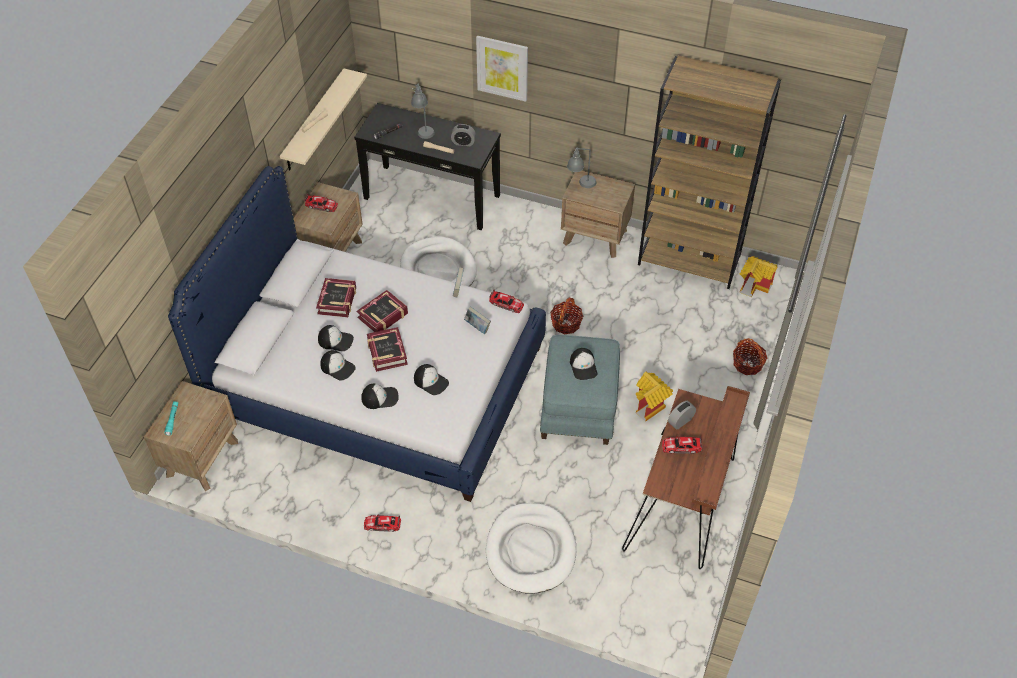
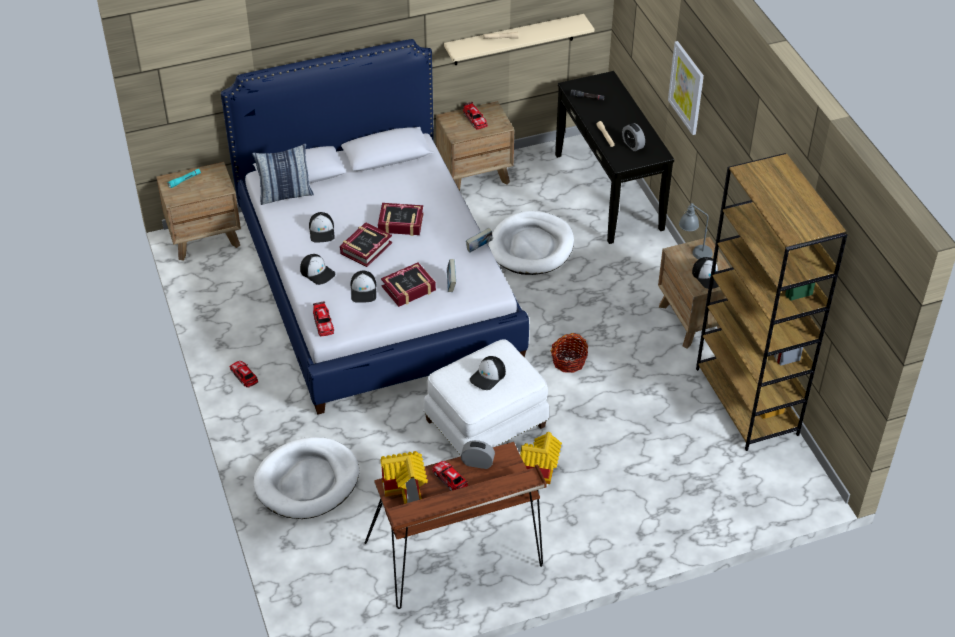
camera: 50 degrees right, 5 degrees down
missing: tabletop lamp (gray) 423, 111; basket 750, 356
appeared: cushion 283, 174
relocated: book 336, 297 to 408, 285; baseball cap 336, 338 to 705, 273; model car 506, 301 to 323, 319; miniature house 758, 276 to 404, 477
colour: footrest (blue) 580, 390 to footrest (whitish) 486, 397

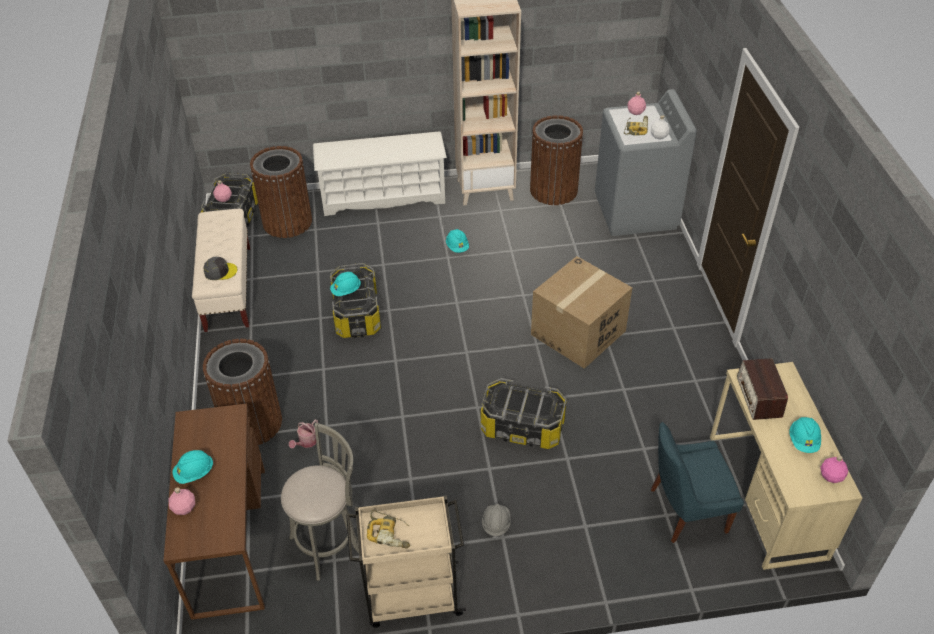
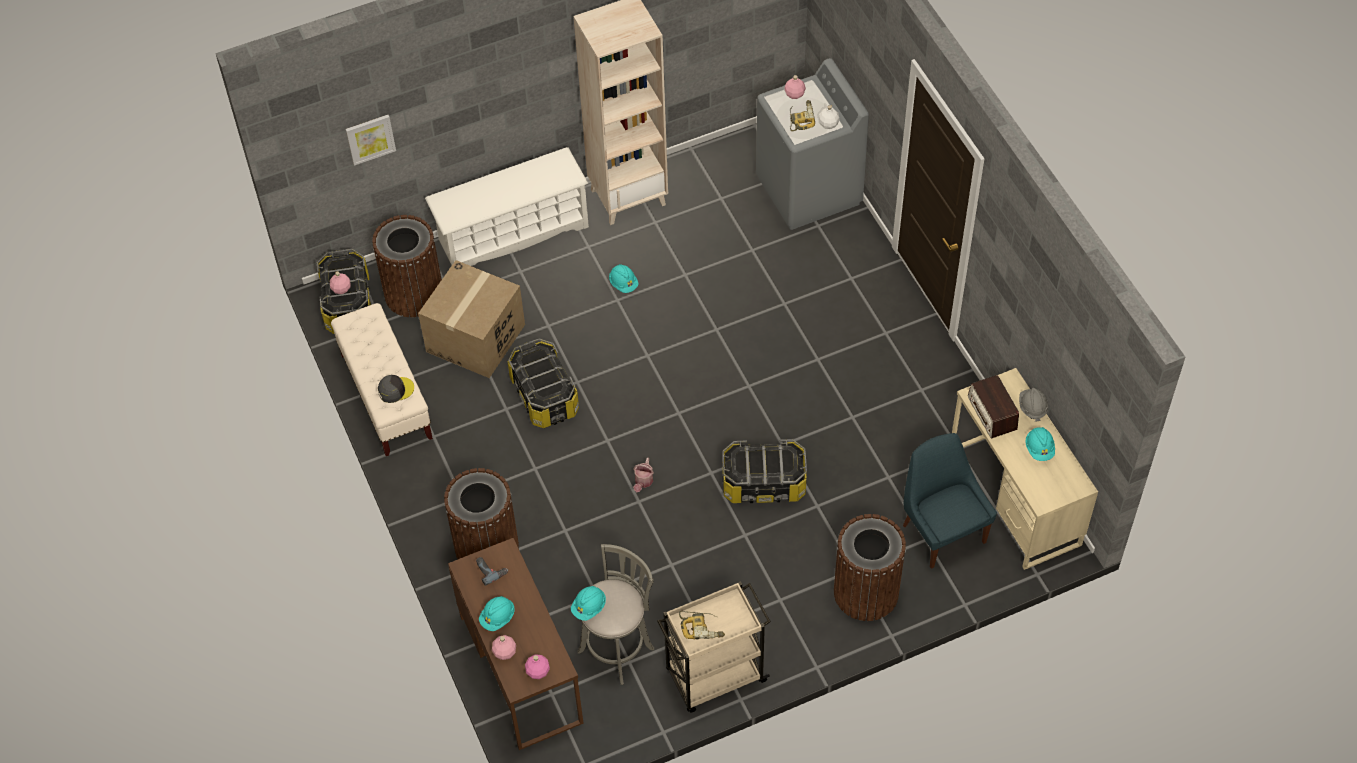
camera: 15 degrees left, 10 degrees up
appeared: picture 370, 140; power drill 492, 571
relocated: sprinkling can 303, 434 to 643, 475; safety helmet (blue-green) 345, 284 to 588, 603; safety helmet (gray) 496, 521 to 1033, 405; waste bin (brownish) 556, 160 to 870, 567; packing box 581, 312 to 471, 319; bottle (pinkish) 834, 469 to 537, 666
spun: chair (blue) 697, 482 = 950, 501 90 degrees clockwise

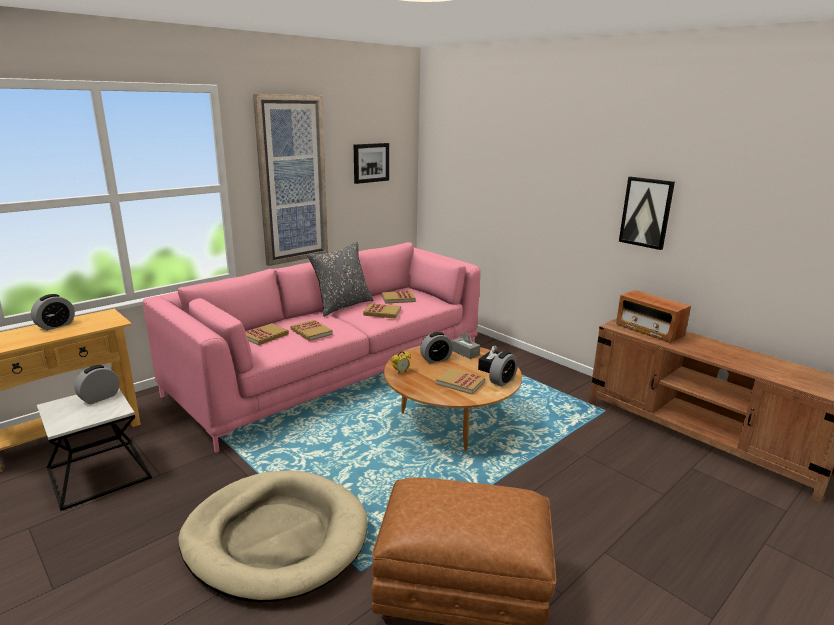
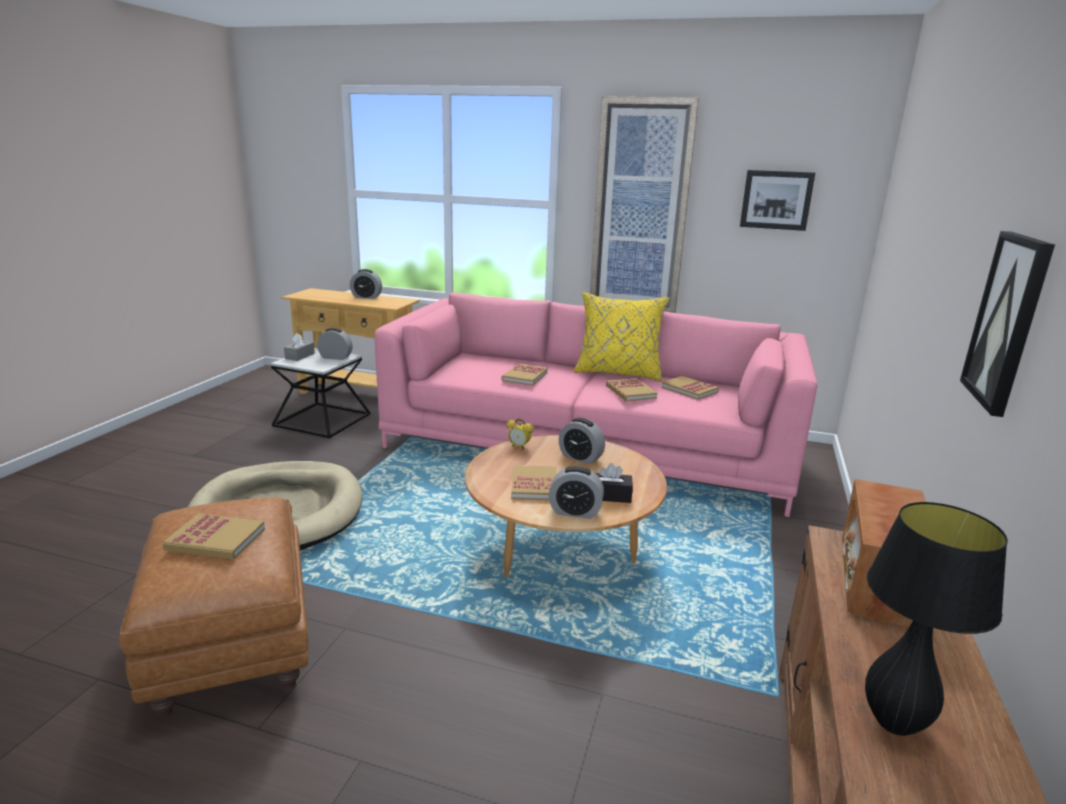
camera: 60 degrees right, 0 degrees up
appeared: tabletop lamp (black-coloured) 936, 619
relocated: book 267, 334 to 214, 536; tissue holder (gray) 466, 346 to 299, 347
colour: cushion (gray) 340, 279 to cushion (yellow-coloured) 622, 337

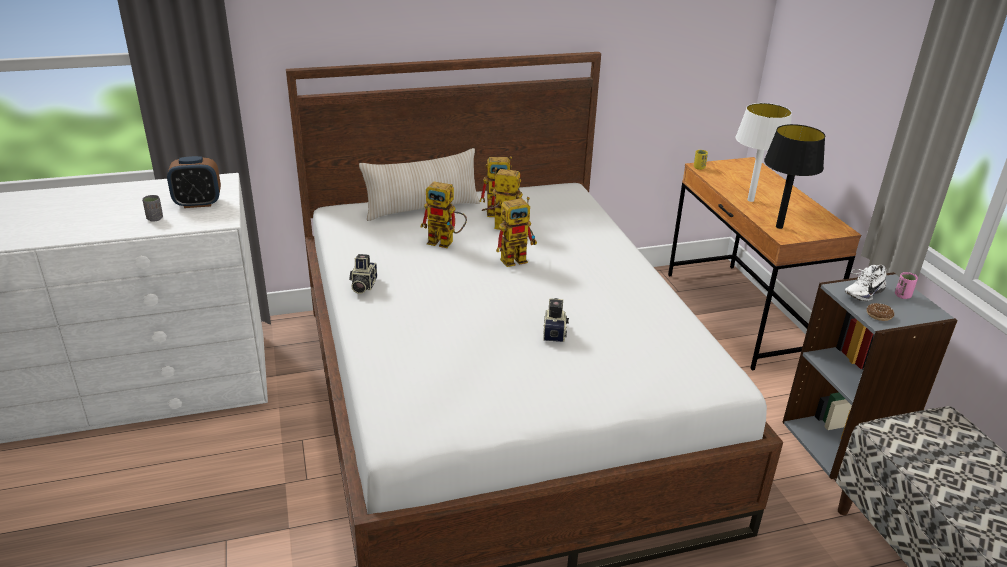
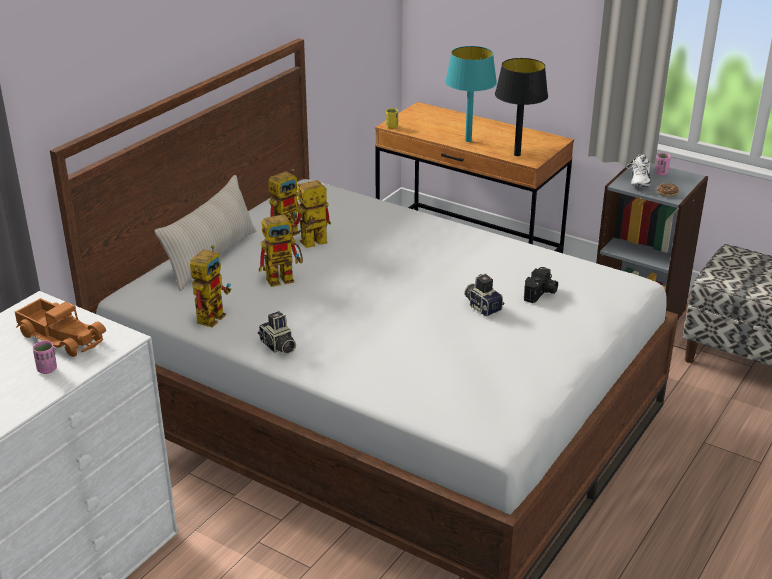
camera: 40 degrees left, 0 degrees up
appeared: still camera 541, 285
relocated: robot figure 516, 232 to 210, 286
exchanged: table clock 194, 182 to model truck 60, 327
colour: drinking cup (gray) 152, 208 to drinking cup (pinkish) 45, 357; tabletop lamp (whitish) 763, 152 to tabletop lamp (blue-green) 471, 94

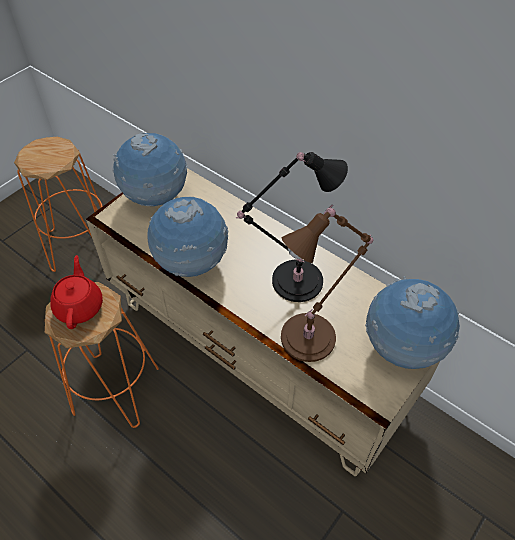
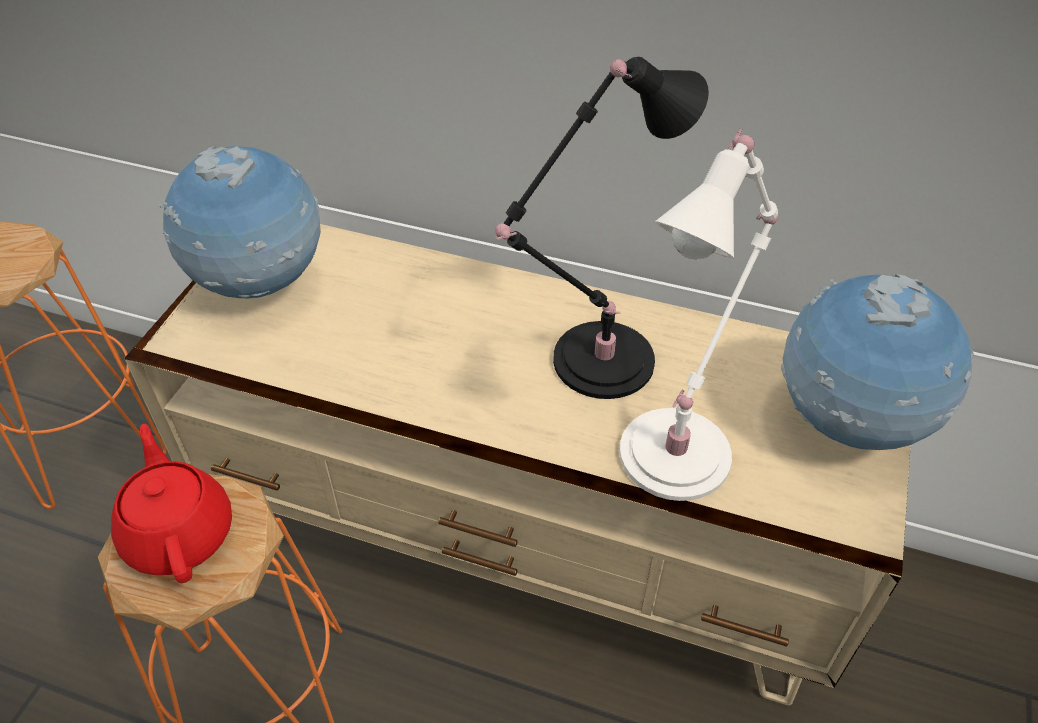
camera: 20 degrees left, 5 degrees down
missing: world globe 187, 237
colour: tabletop lamp (brownish) 327, 283 to tabletop lamp (whitish) 699, 315

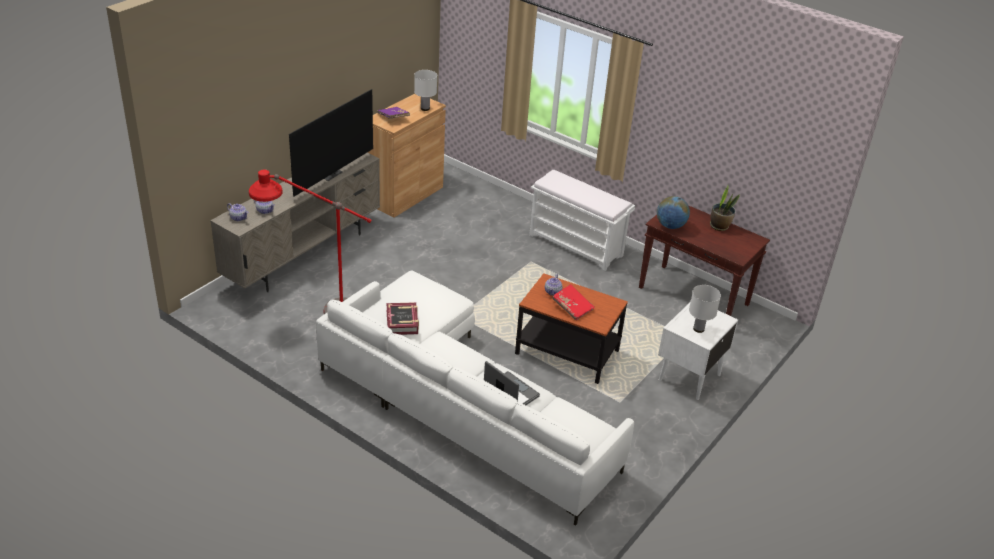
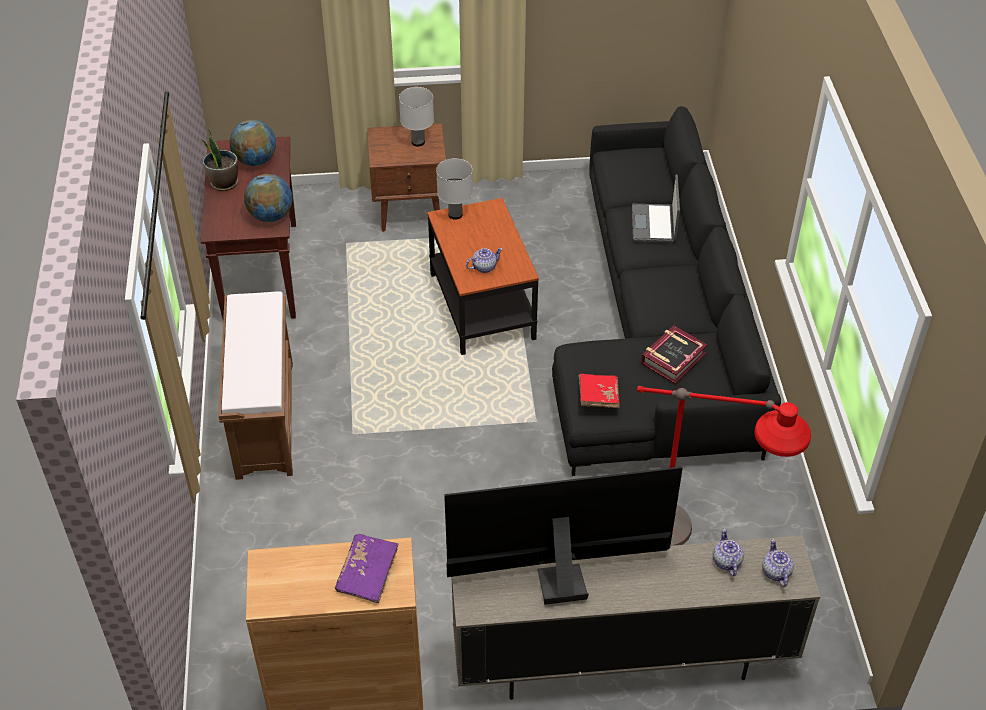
camera: 130 degrees left, 10 degrees up
appeared: world globe 253, 143
relocated: tabletop lamp (whitish) 425, 90 to 454, 189; book (reddish) 573, 302 to 599, 391
colour: couch (whitish) 475, 398 to couch (black-coloured) 666, 291; long seat (whitish) 582, 220 to long seat (brownish) 256, 385; bedside table (whitish) 698, 351 to bedside table (brownish) 406, 177

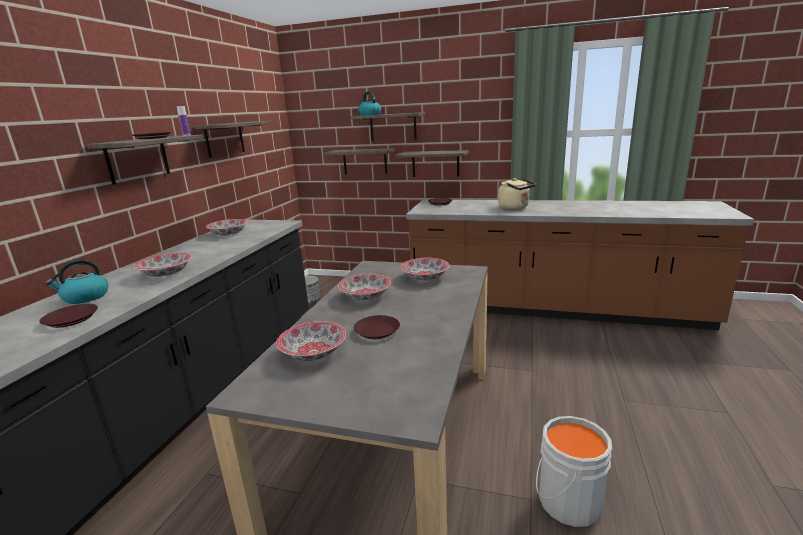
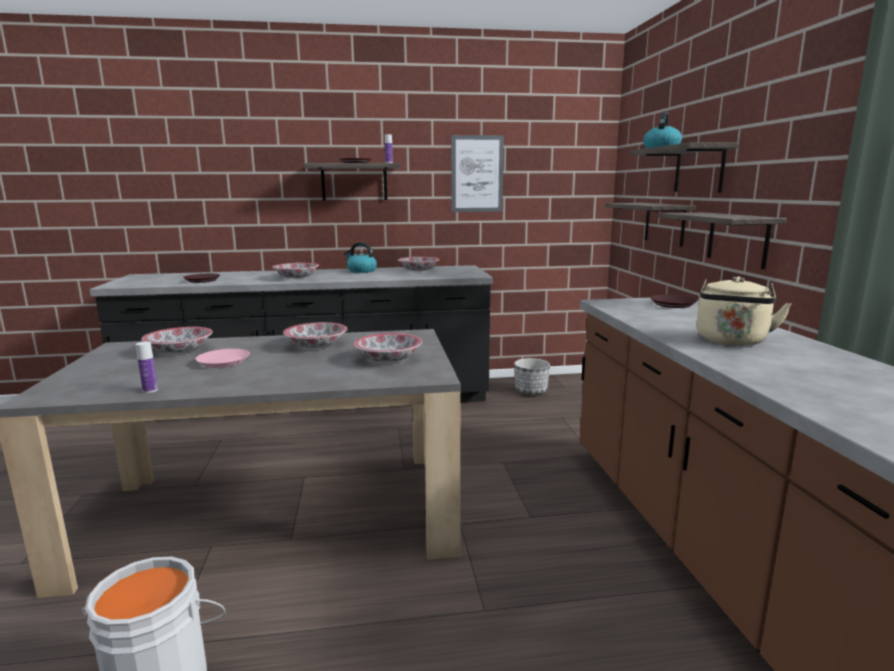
camera: 65 degrees right, 5 degrees down
appeared: bottle 147, 367
relocated: water kettle 77, 281 to 360, 257
exchanged: bracket shelf 234, 139 to picture 477, 173
colour: flat dish (brownish) 377, 327 to flat dish (pinkish) 222, 358

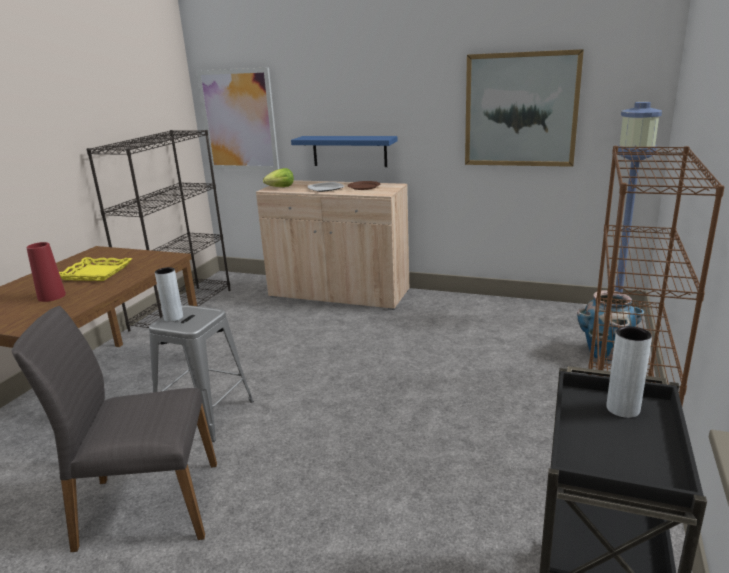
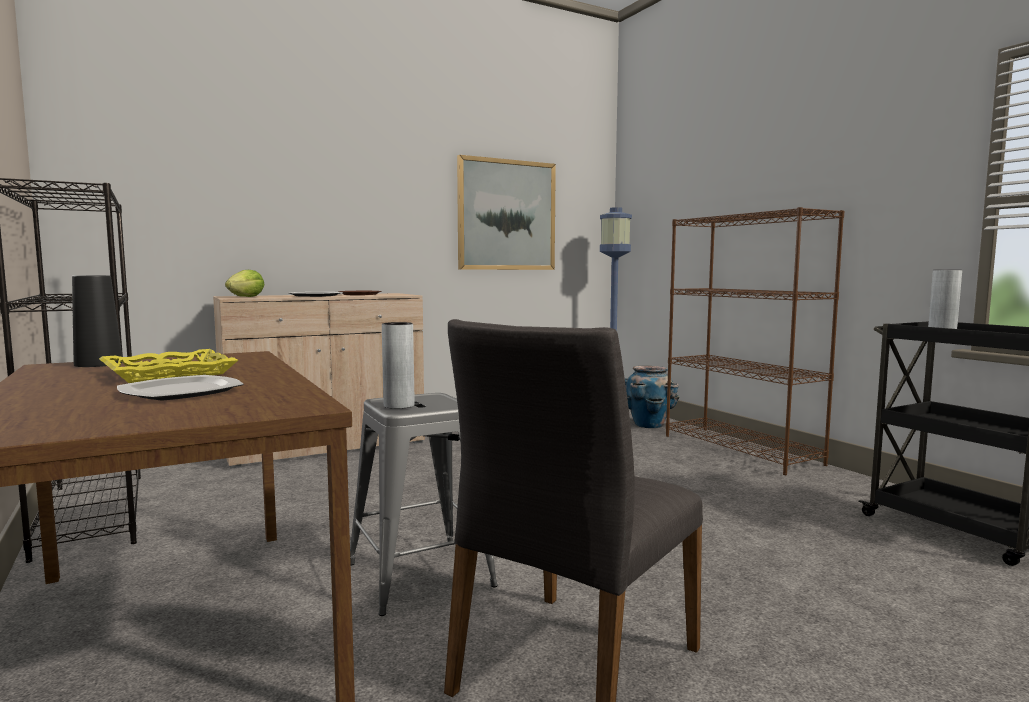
camera: 50 degrees left, 15 degrees down
missing: picture 238, 118; bracket shelf (blue) 344, 151
appeared: vase (black-coloured) 97, 321
exchanged: vase (reddish) 46, 272 to flat dish 180, 388

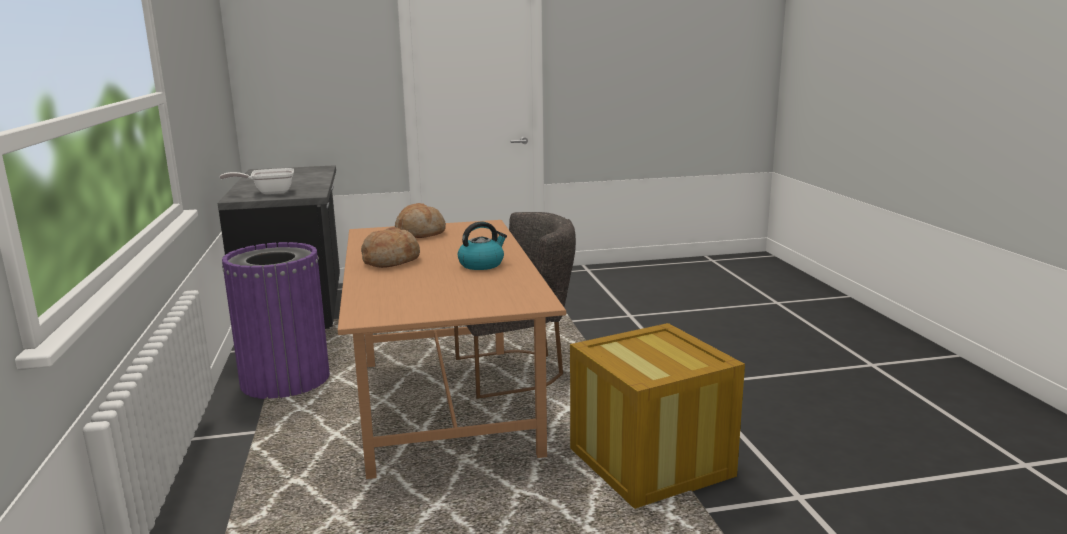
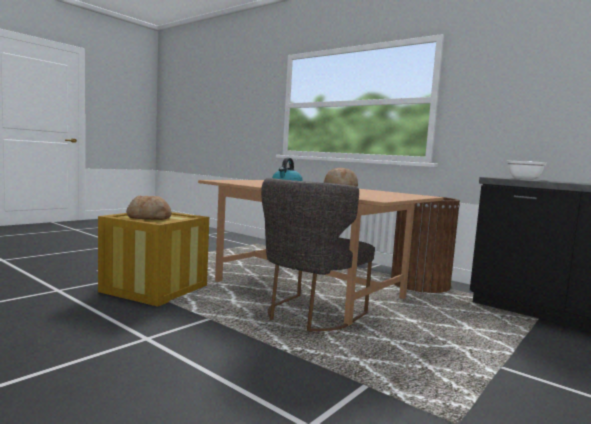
camera: 140 degrees right, 10 degrees down
relocated: bakery bread 420, 220 to 148, 208
colour: waste bin (purplish) 276, 320 to waste bin (brownish) 425, 244

